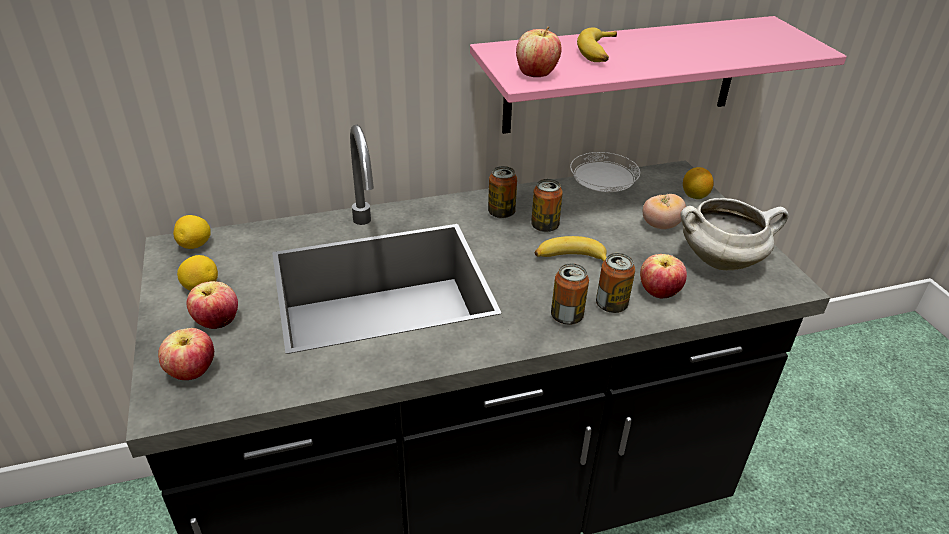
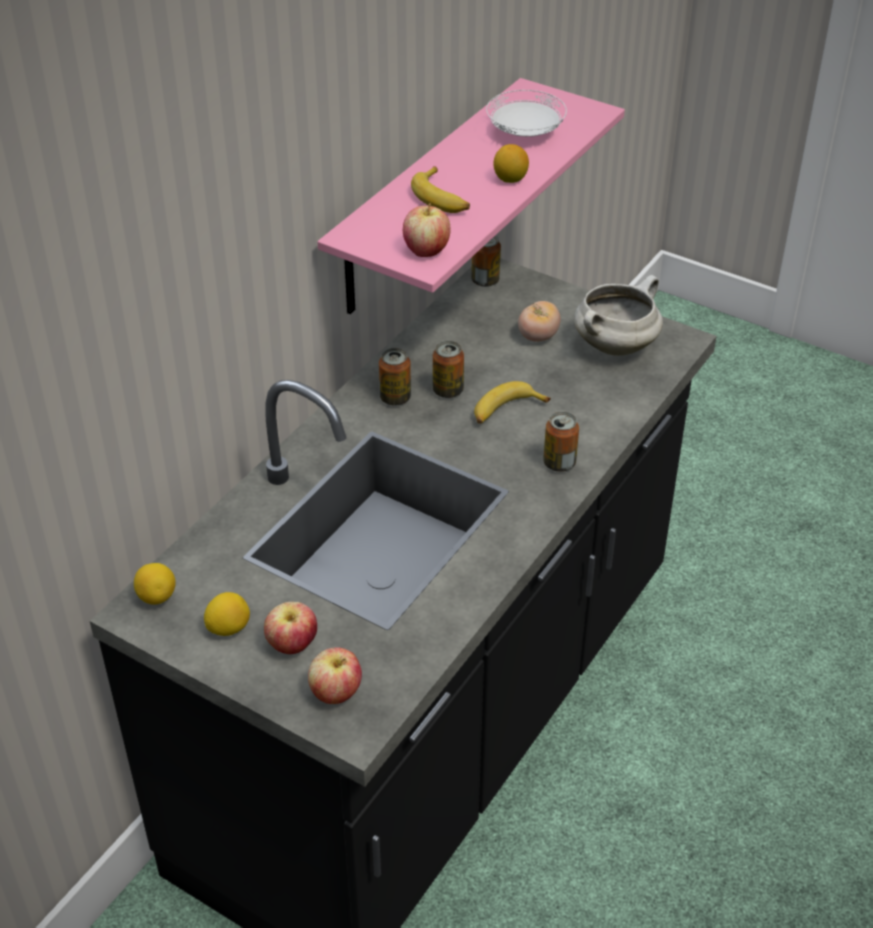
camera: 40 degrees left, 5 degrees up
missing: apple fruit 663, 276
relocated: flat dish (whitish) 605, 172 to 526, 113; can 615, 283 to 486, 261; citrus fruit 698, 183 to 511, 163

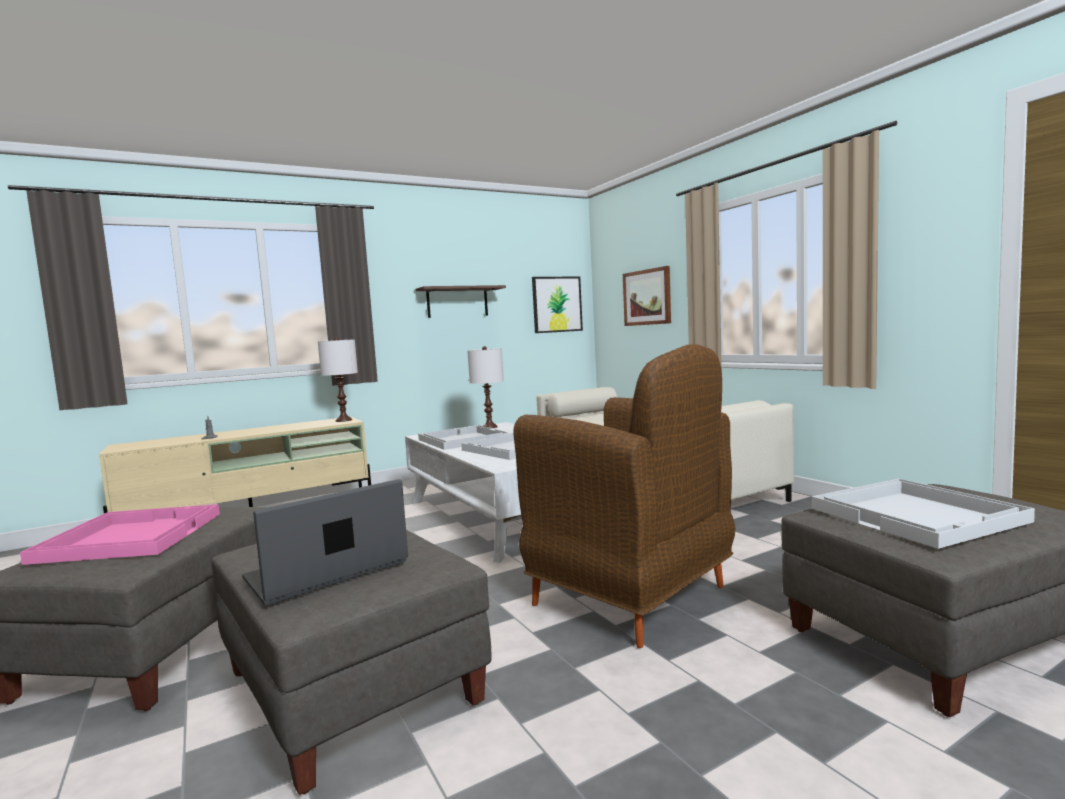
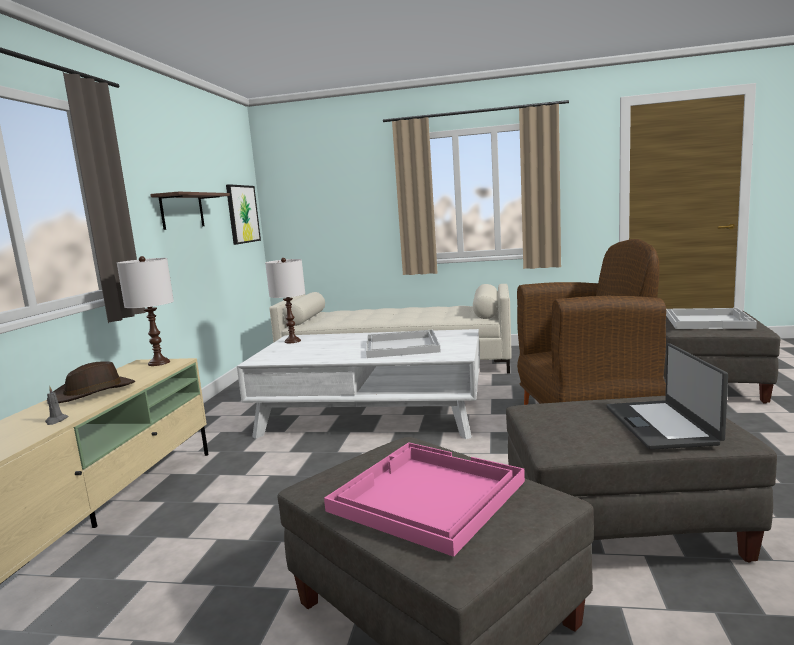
camera: 50 degrees left, 5 degrees up
missing: serving tray (whitish) 463, 437; picture 647, 296
appeared: clothing hat (brownish) 93, 382

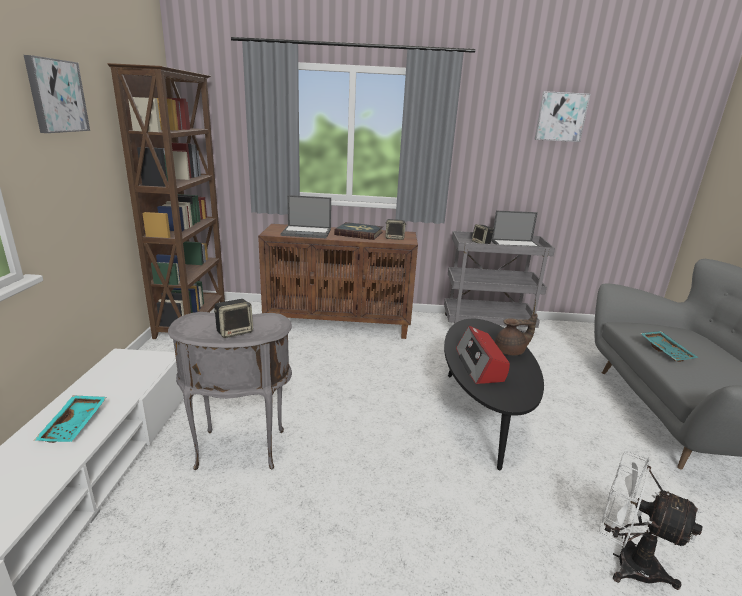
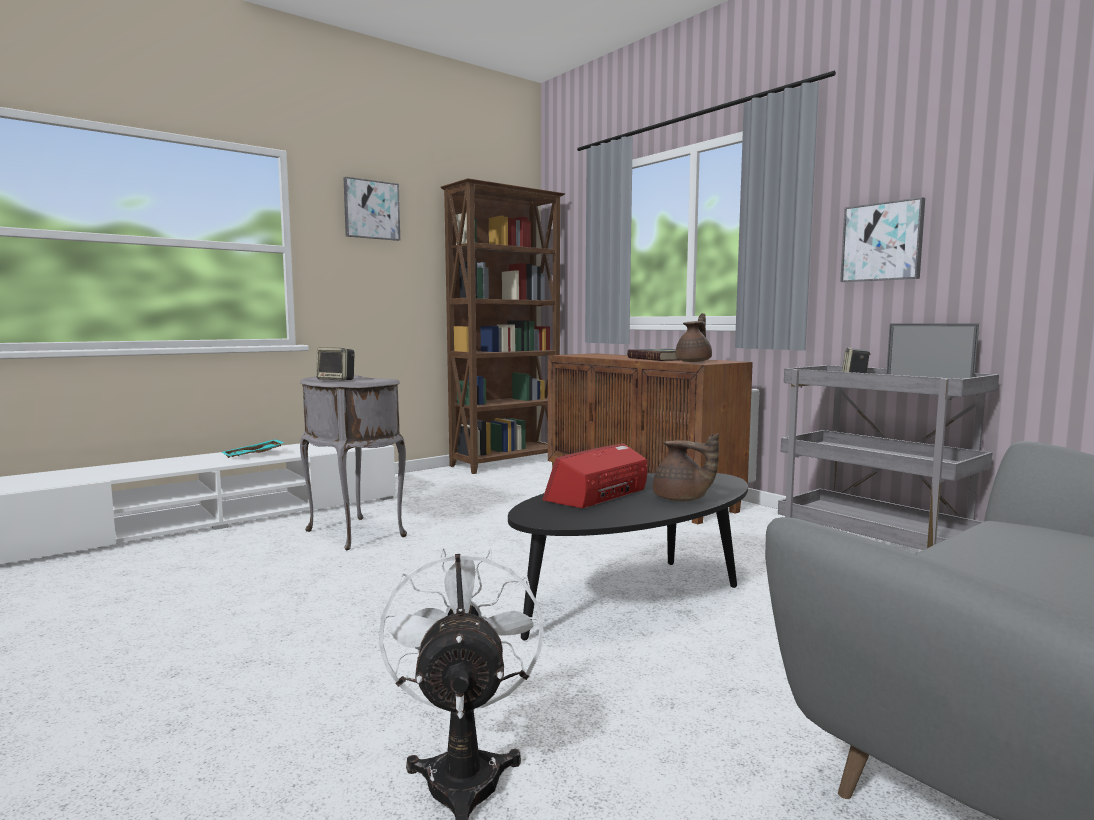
camera: 50 degrees right, 15 degrees down
missing: laptop 305, 216; serving tray (blue-green) 669, 346
relocated: picture 562, 116 to 882, 239
exchanged: audio speaker 395, 229 to pot for tea (brownish) 694, 337

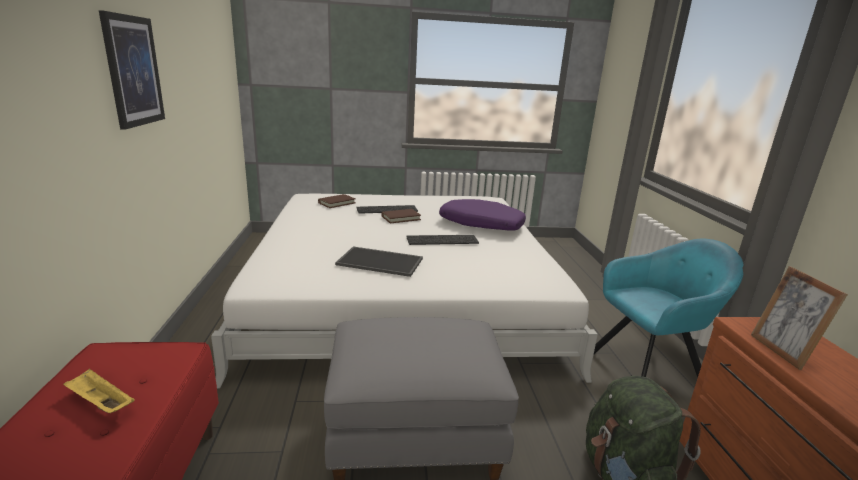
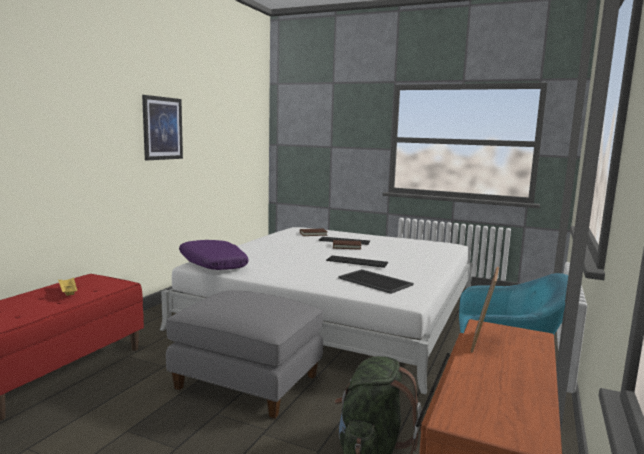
camera: 30 degrees right, 10 degrees down
relocated: serving tray 379, 261 to 375, 281; cushion (purplish) 482, 214 to 214, 255

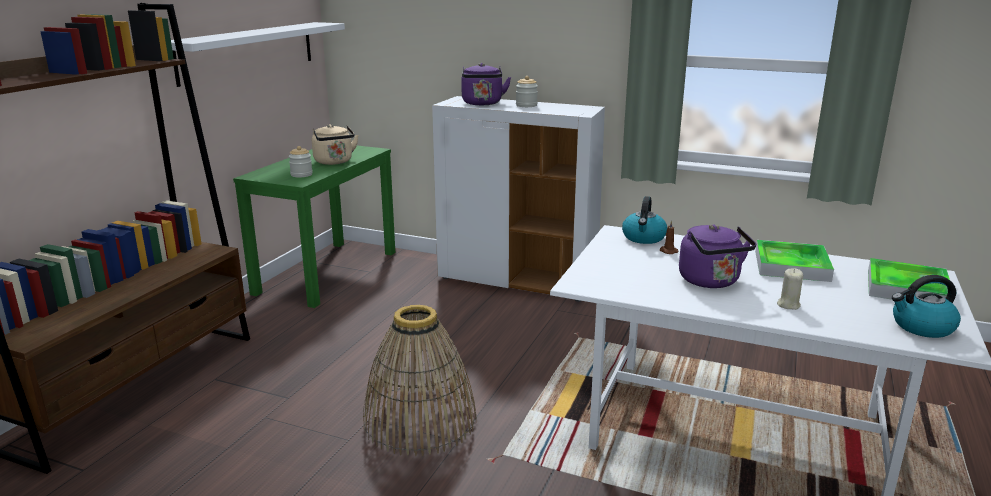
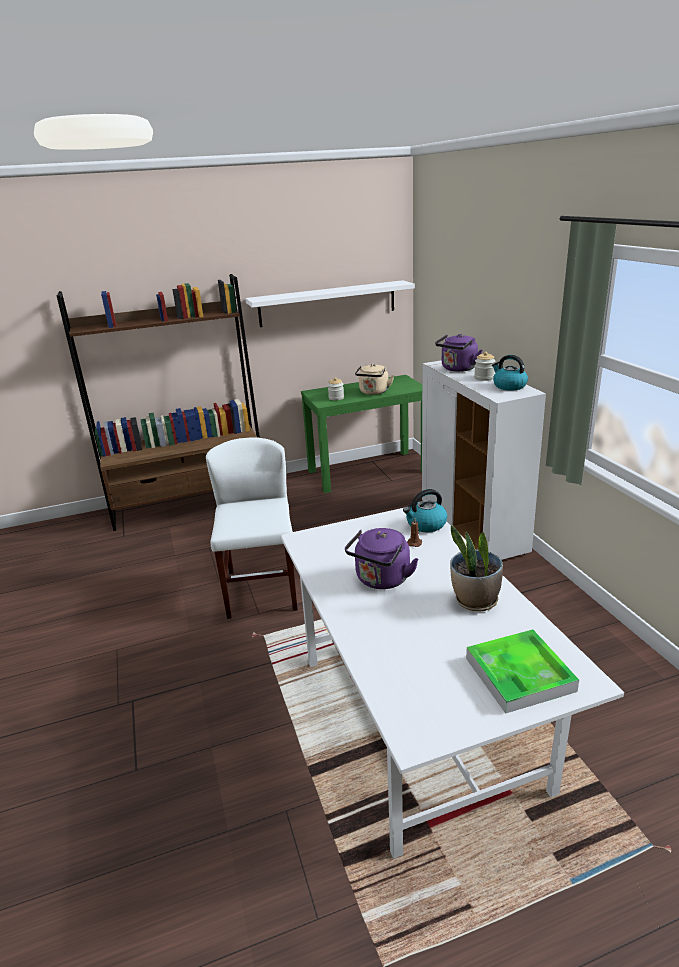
camera: 50 degrees right, 5 degrees up
missing: wax candle (beige-coloured) 790, 289
relocated: water kettle 926, 306 to 510, 373
exchanged: basket 419, 380 to chair (whitish) 252, 528; serving tray 794, 261 to potted plant 476, 568

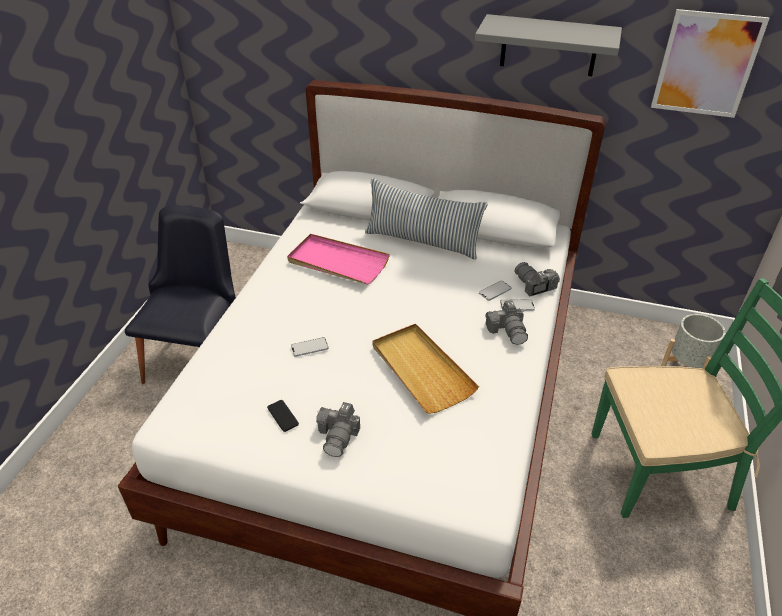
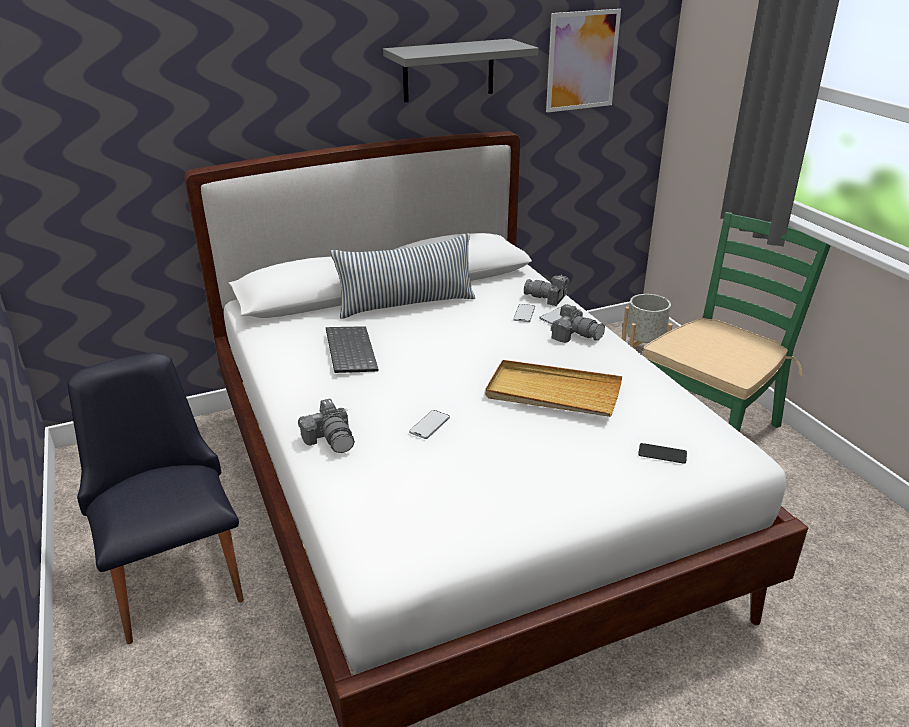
camera: 40 degrees left, 10 degrees down
relocated: handset 283, 416 to 662, 453; still camera 338, 429 to 326, 426
exchanged: serving tray (pinkish) 338, 259 to keyboard 352, 349

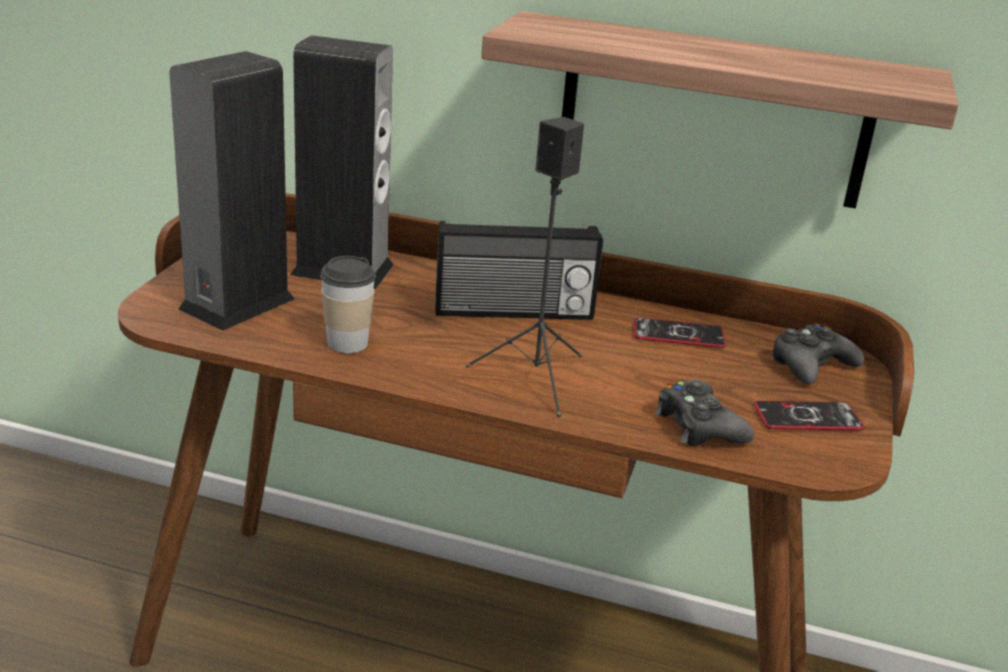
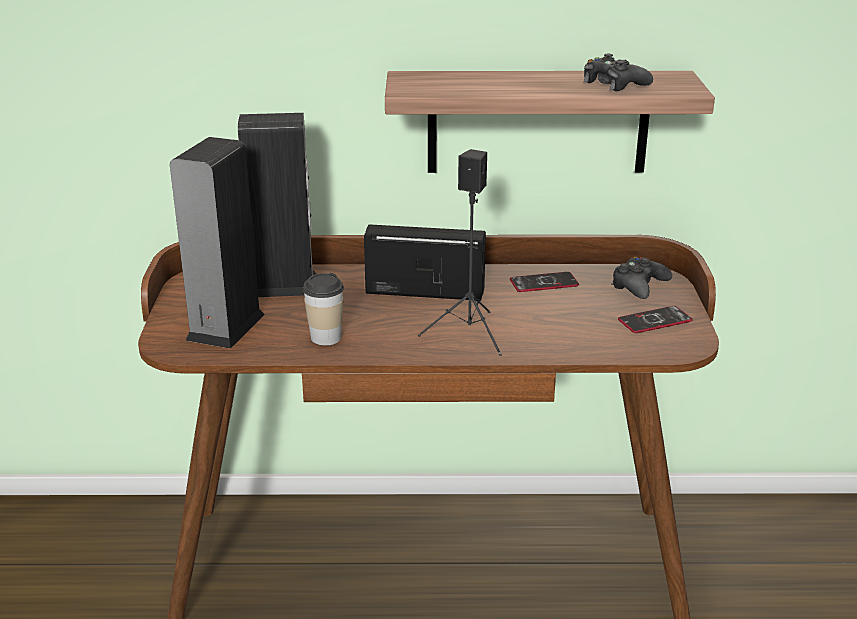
camera: 15 degrees left, 0 degrees up
relocated: gamepad (black-coloured) 704, 413 to 618, 72
spun: radio set 519, 270 = 425, 262 150 degrees counterclockwise

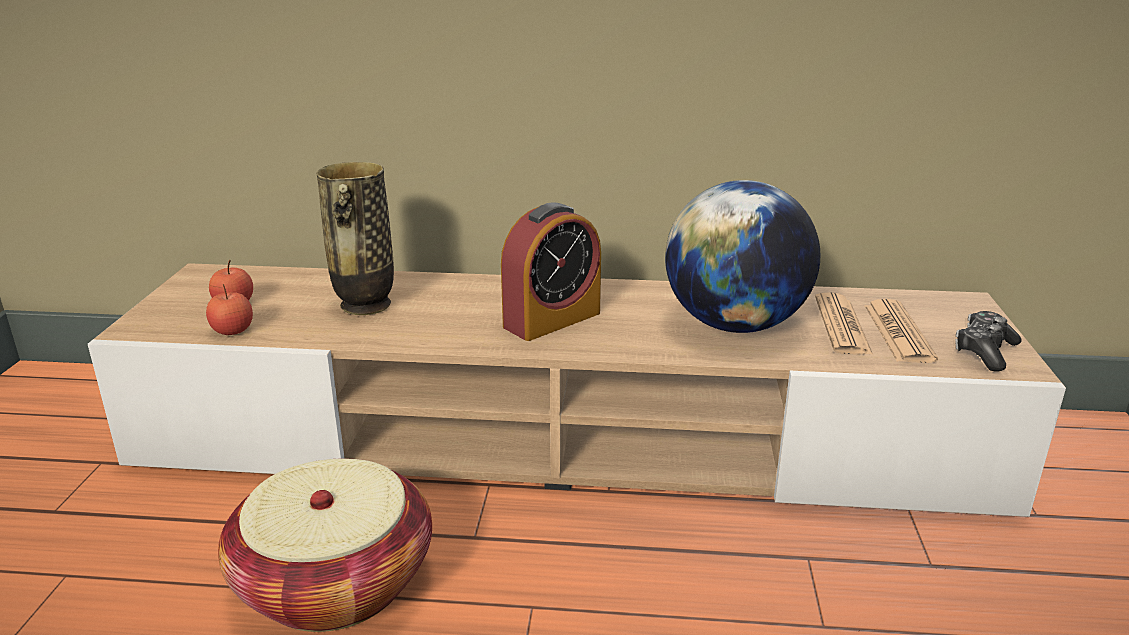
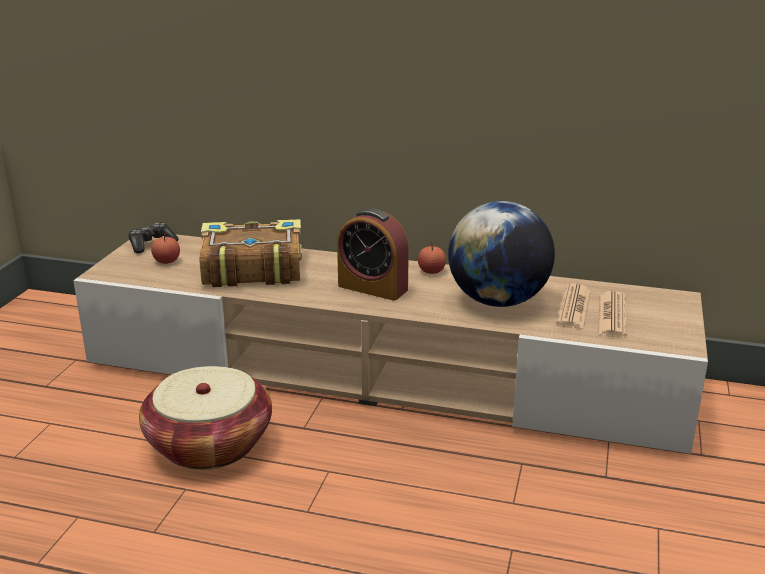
camera: 10 degrees right, 0 degrees up
relocated: apple fruit 229, 309 to 432, 257; gamepad 988, 341 to 153, 237
exchanged: vase 355, 238 to book 250, 253
spun: table clock 551, 271 = 373, 254 60 degrees clockwise

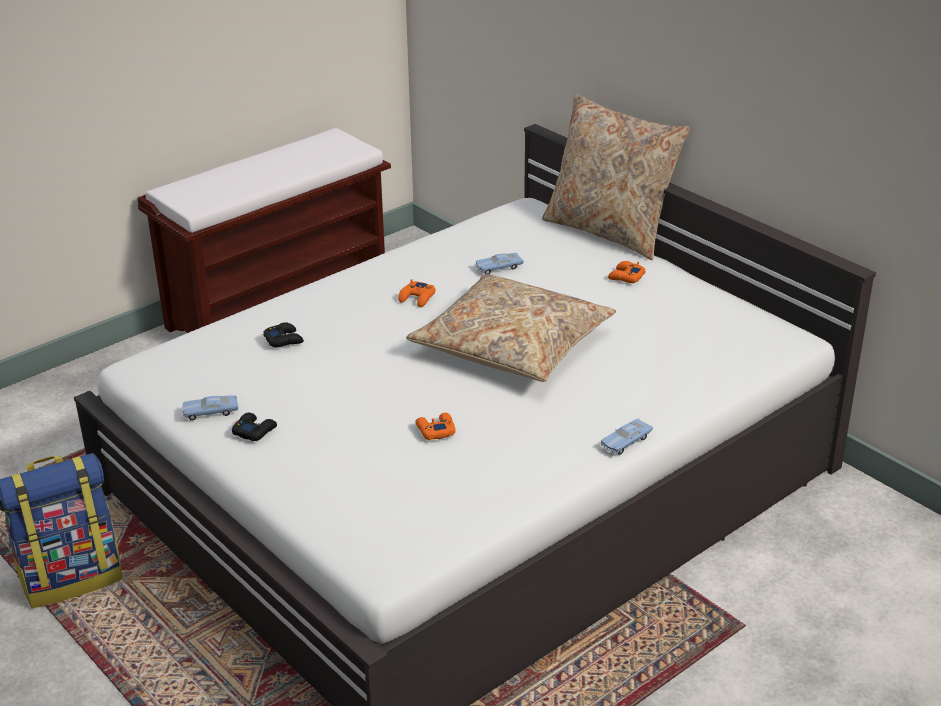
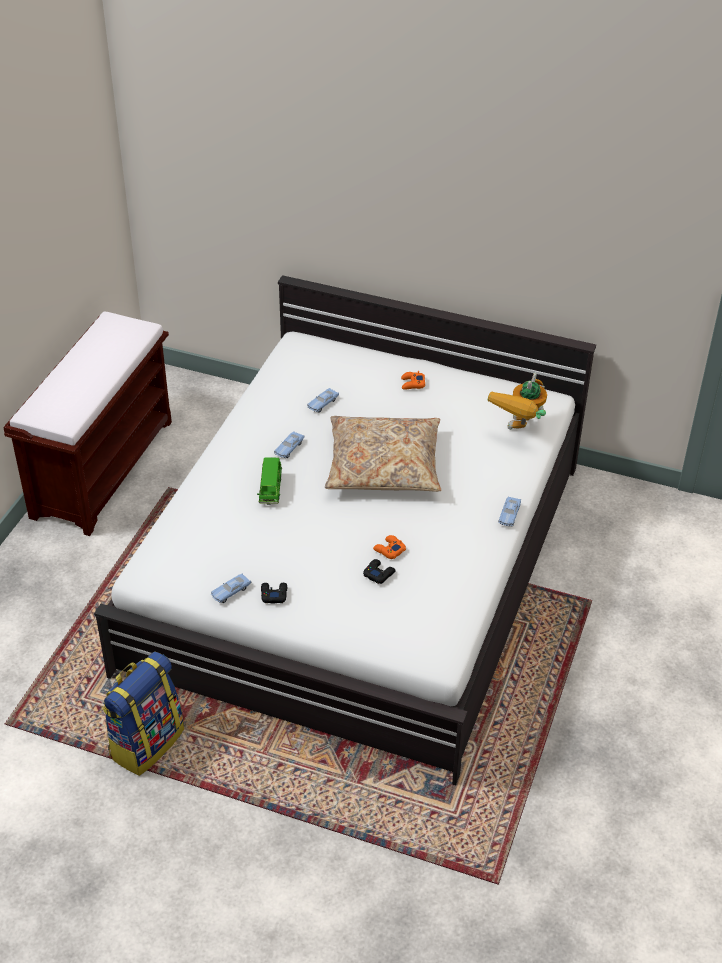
camera: 30 degrees left, 10 degrees up
missing: cushion (beige-coloured) 616, 177
appeared: model car (green) 269, 481; robot figure 517, 401
relocated: gamepad (black-coloured) 283, 335 to 379, 571
exchanged: gamepad (orangey) 416, 293 to model car (blue) 289, 444

